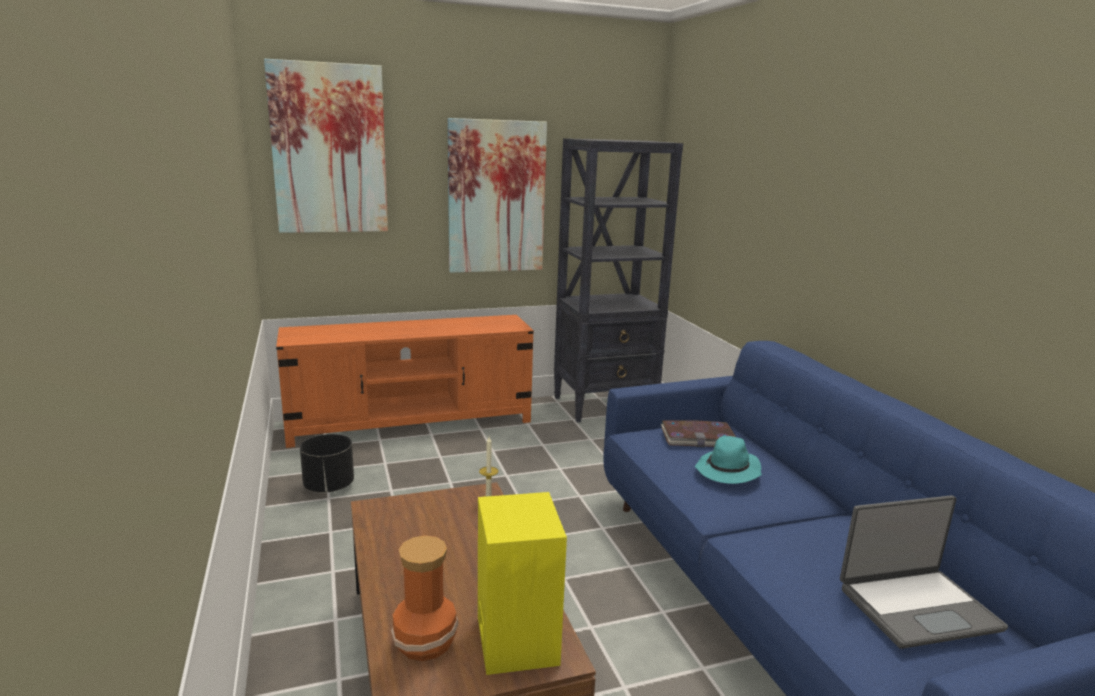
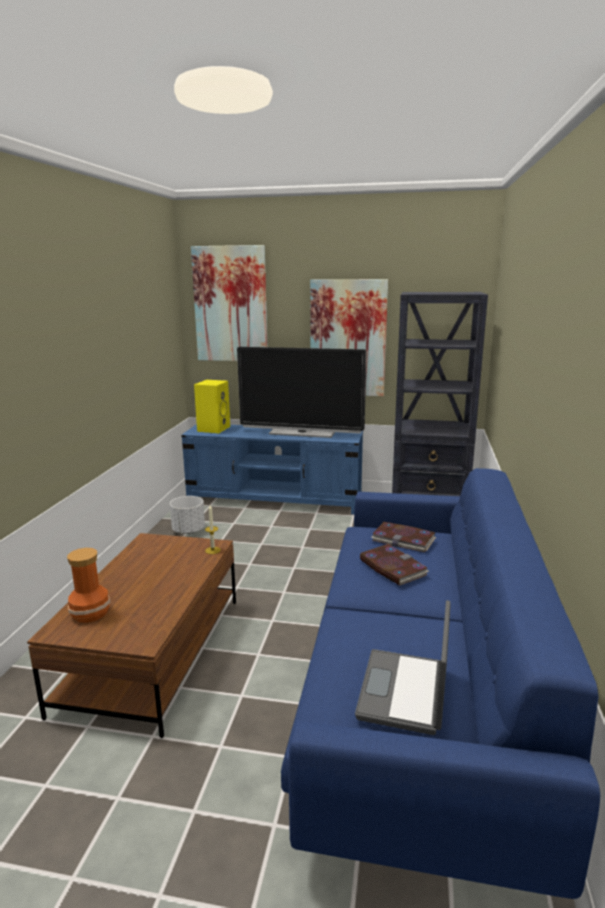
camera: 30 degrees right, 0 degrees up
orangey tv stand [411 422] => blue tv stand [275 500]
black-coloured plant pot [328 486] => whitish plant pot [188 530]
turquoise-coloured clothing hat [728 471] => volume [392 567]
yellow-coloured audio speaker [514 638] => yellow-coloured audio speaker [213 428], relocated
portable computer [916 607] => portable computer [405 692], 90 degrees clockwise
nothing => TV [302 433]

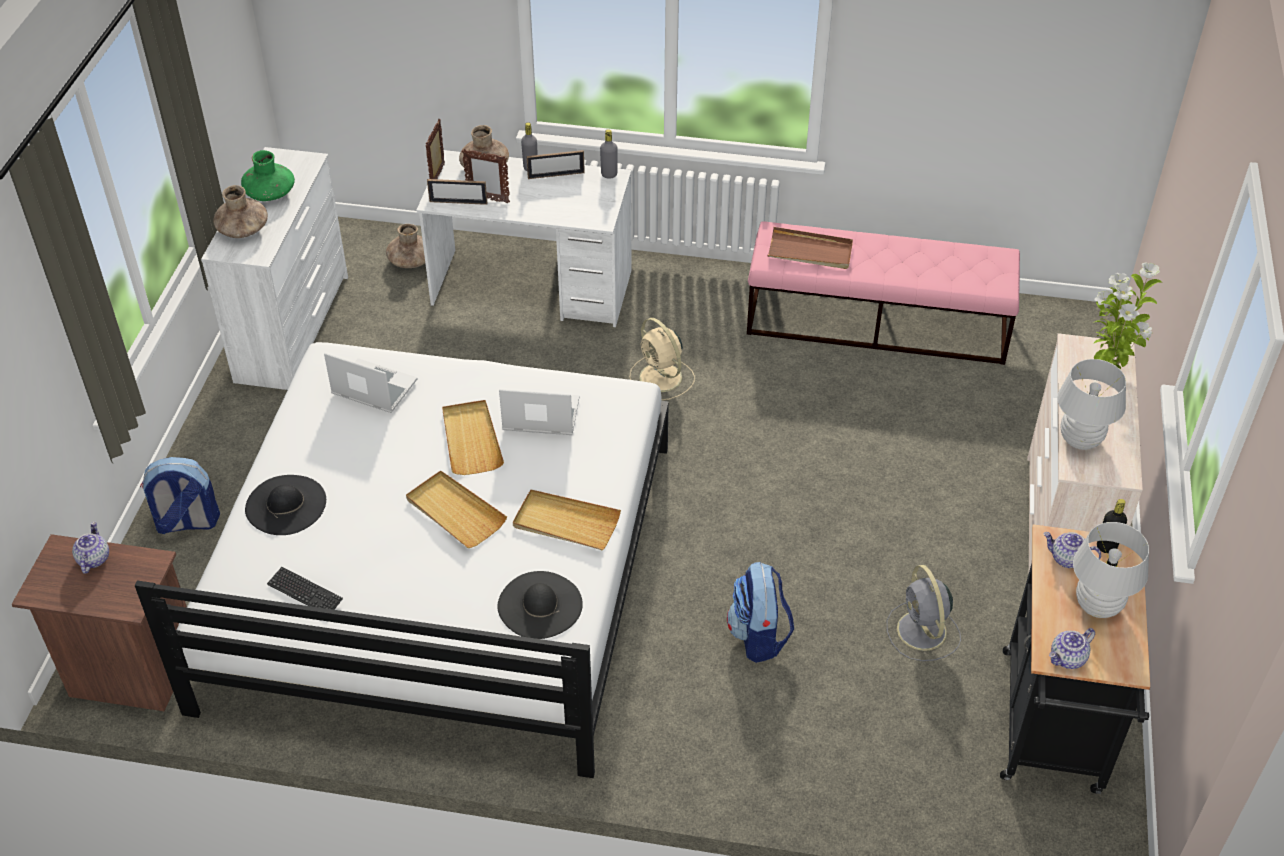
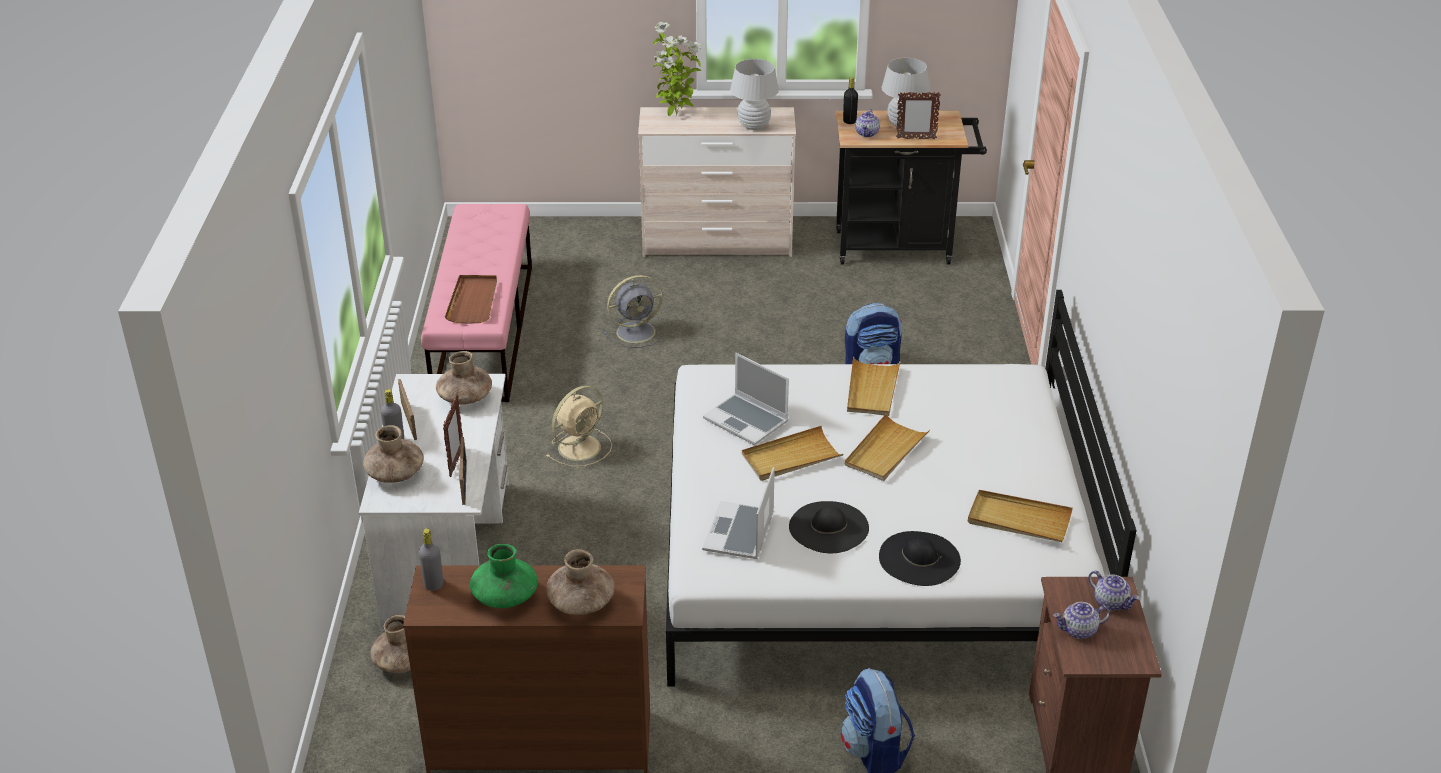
camera: 100 degrees left, 10 degrees down
picture frame [438 177] => picture frame [915 138], relocated
greyish drink bottle [609 174] => greyish drink bottle [433 584], relocated
whitish chest of drawers [294 329] => brown-coloured chest of drawers [540 741]
portable computer [540 416] => portable computer [747 421], 45 degrees counterclockwise
greyish cooling fan [922 632] => greyish cooling fan [637 331], relocated
computer keyboard [305 592] => beige-coloured carrying tray [1018 520]
black-coloured clothing hat [540 605] => black-coloured clothing hat [828 527], relocated
pot for tea [1068 658] => pot for tea [1111 602], relocated
nothing => brown-coloured decorative vase [465 397]

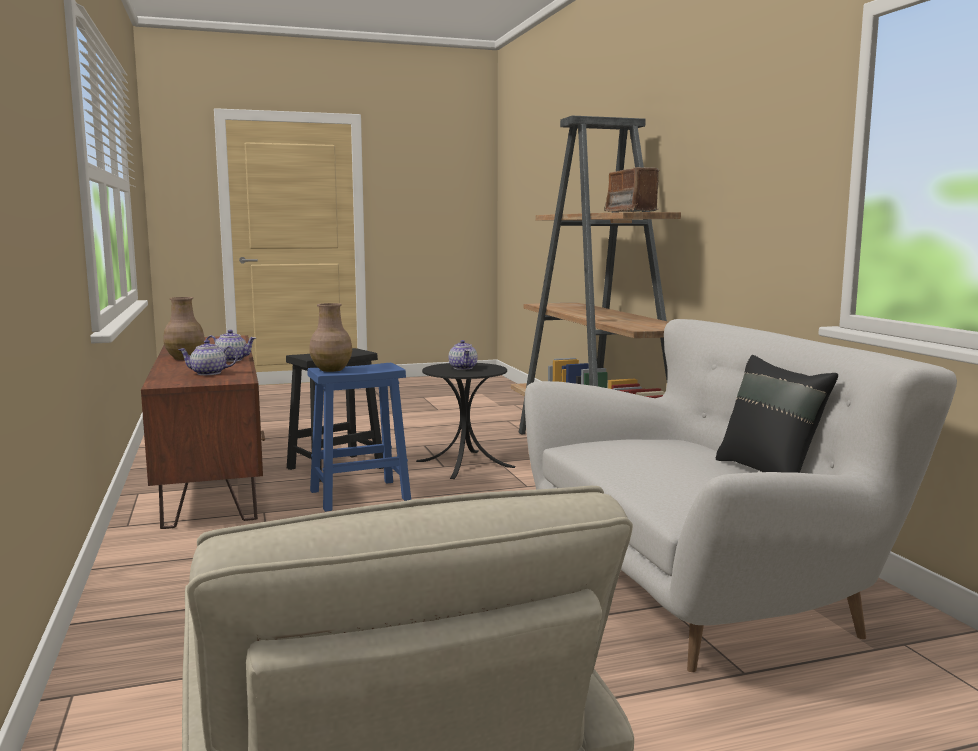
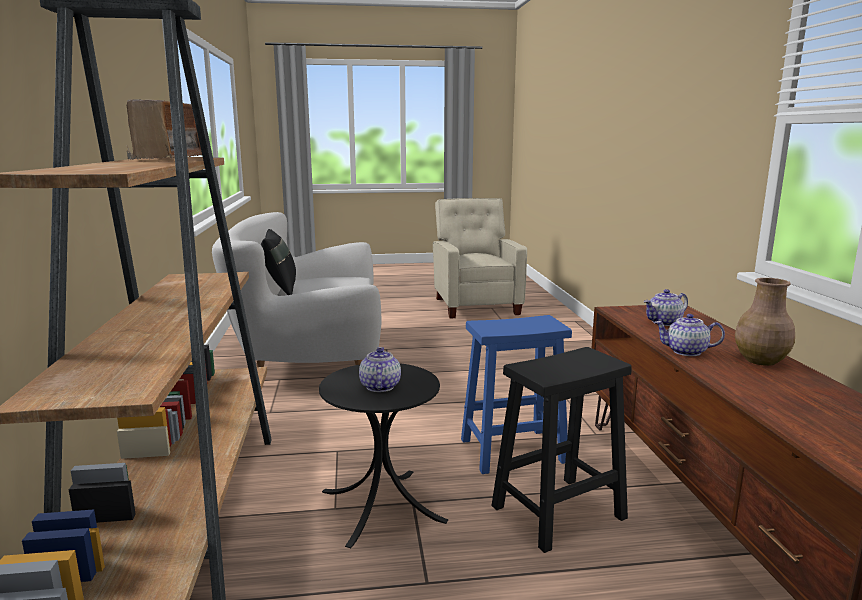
camera: 170 degrees left, 5 degrees up
brown-coloured decorative vase [331 369] => nothing
pot for tea [208 373] => pot for tea [664 322], 150 degrees clockwise

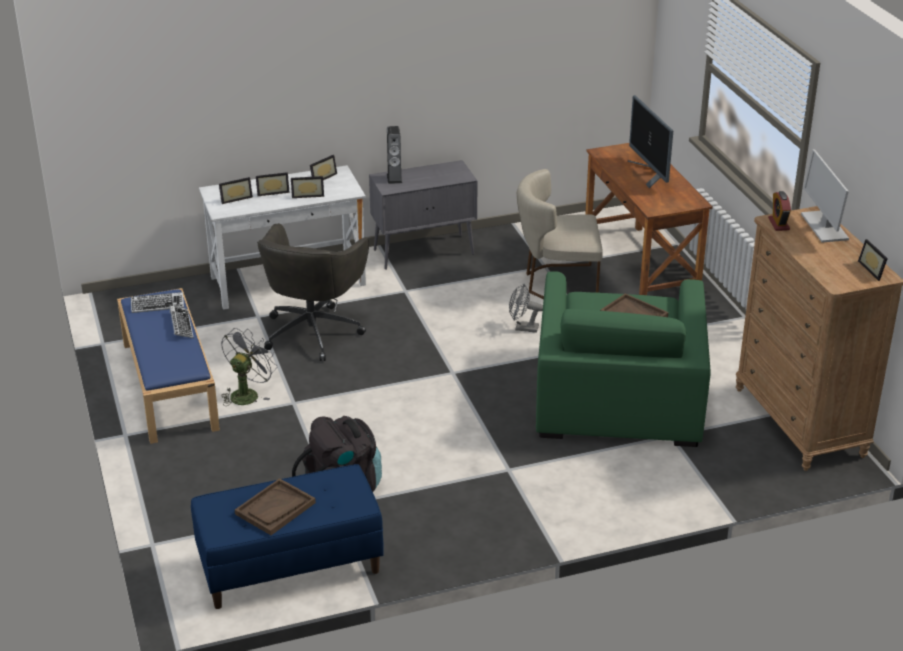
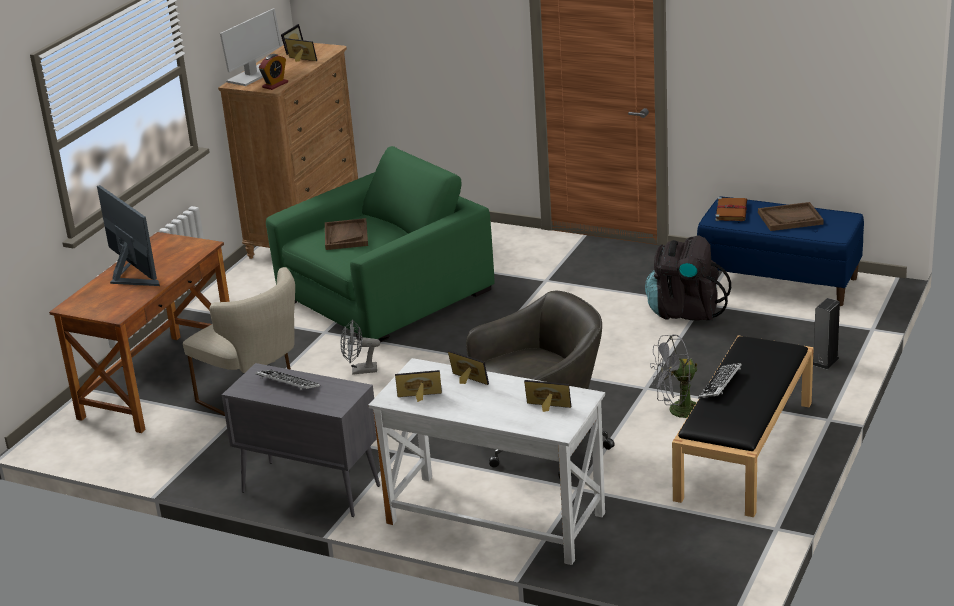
camera: 135 degrees left, 5 degrees down
monitor [650 174] => monitor [131 276], 60 degrees counterclockwise
audio speaker [394 178] => audio speaker [825 361], relocated
picture frame [272 192] => picture frame [300 60], relocated
greyish cooling fan [522 328] => greyish cooling fan [360 371], 120 degrees clockwise
blue bench [168 385] => black-coloured bench [745 451]
computer keyboard [157 305] => computer keyboard [287 384], relocated
nothing => brown-coloured volume [731 211]

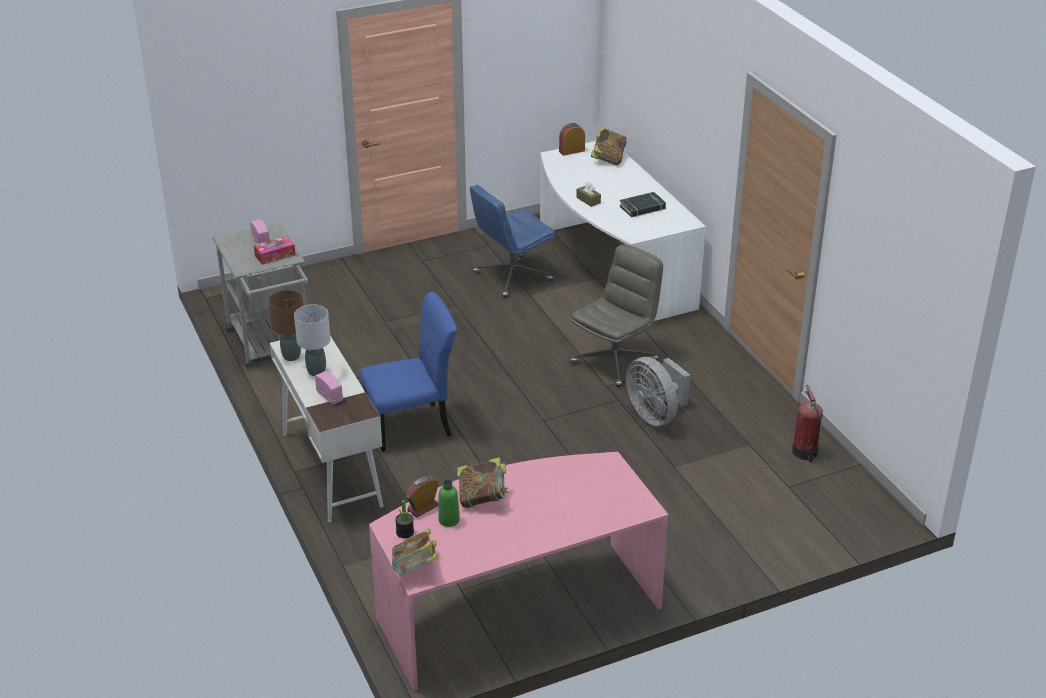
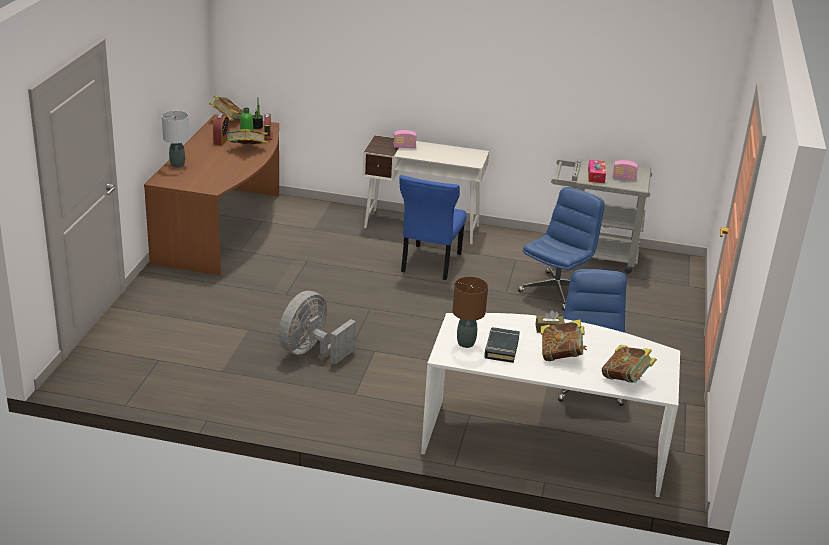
camera: 125 degrees right, 5 degrees down
alarm clock [571 151] => alarm clock [221 140], relocated
greyish office chair [615 361] => nothing
brown-coloured tabletop lamp [291 356] => brown-coloured tabletop lamp [465 343], relocated
greyish tabletop lamp [316 371] => greyish tabletop lamp [177 165], relocated
greyish cooling fan [655 415] => greyish cooling fan [311 352], 60 degrees counterclockwise
extinguisher [805 453] => nothing
pink-coloured desk [516 607] => brown-coloured desk [223 228]
nothing => blue office chair [556 290]
nothing => volume [561 356]

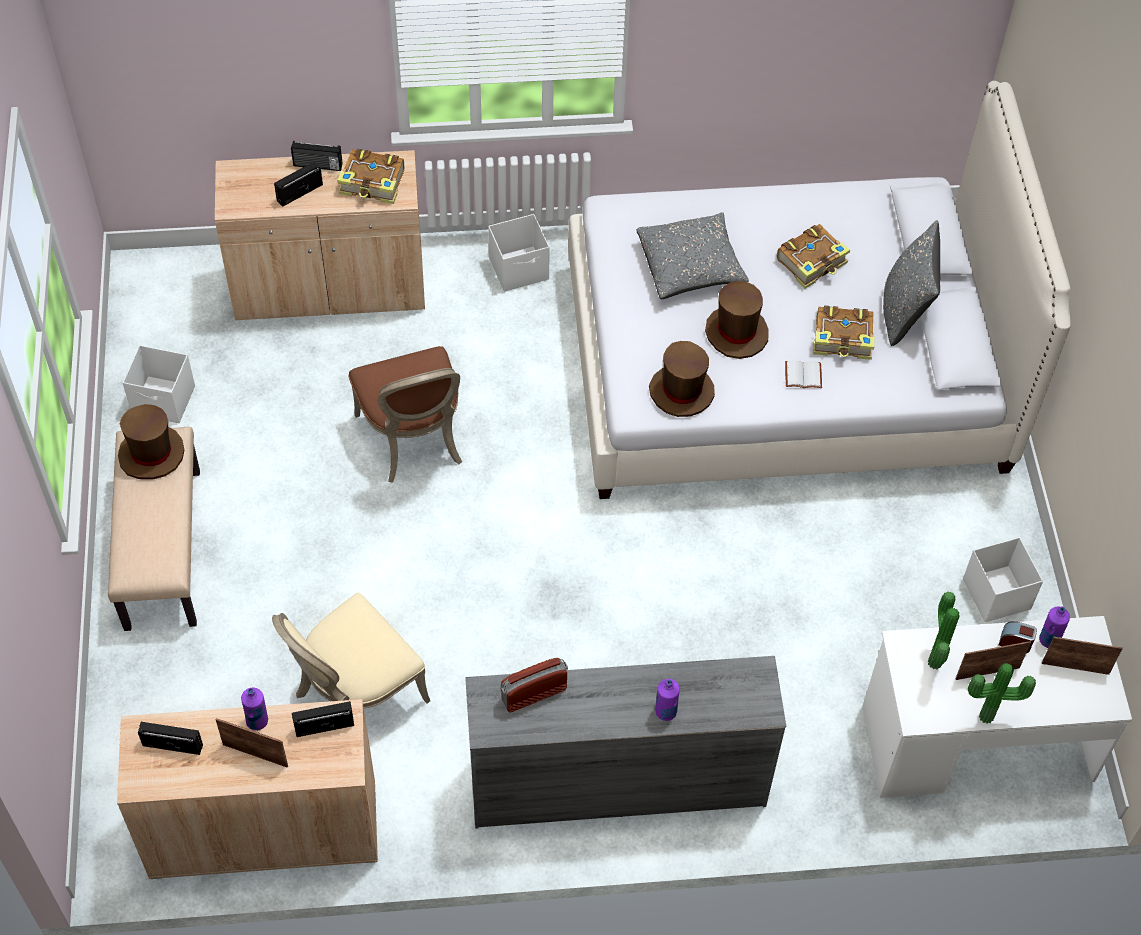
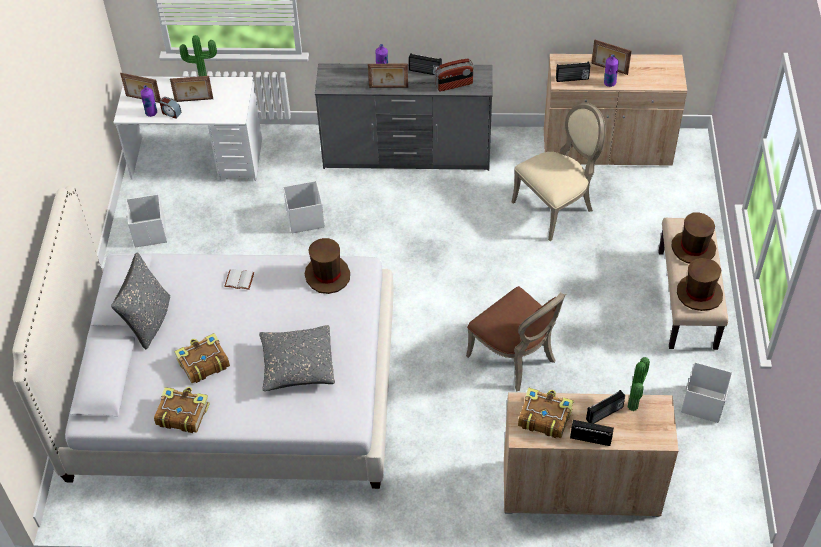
camera: 170 degrees left, 5 degrees down
whitish storage bin [520 269] => whitish storage bin [304 219], relocated
brown-coloured clothing hat [736 332] => brown-coloured clothing hat [693 248], relocated
volume [843 340] => volume [182 414], relocated
brown-coloured plain chair [414 441] => brown-coloured plain chair [515 358], 150 degrees clockwise
plant in a pot [931 662] => plant in a pot [634 407], relocated
radio set [173 744] => radio set [425 71], relocated
nothing => picture frame [388 88]

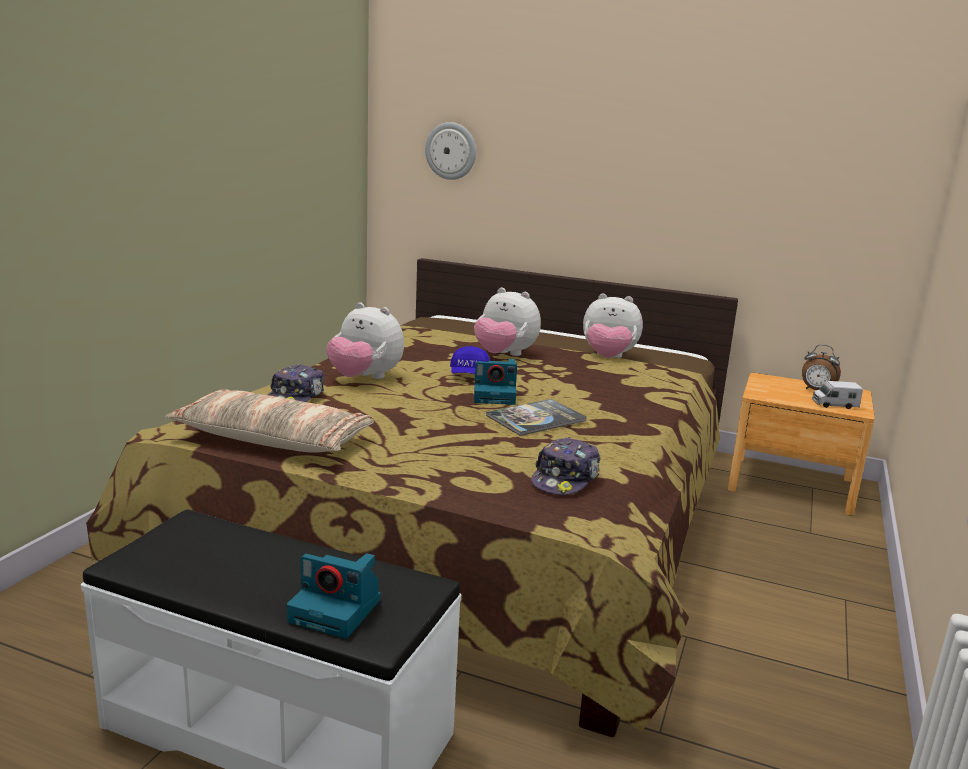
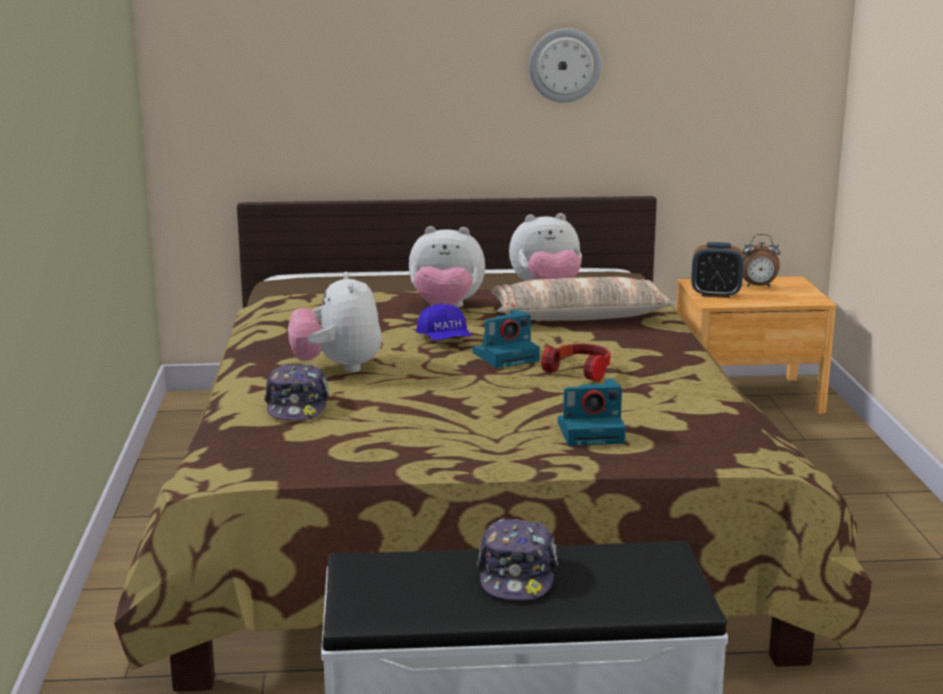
camera: 25 degrees left, 0 degrees up
wall clock [451 151] => wall clock [564 65], relocated
plush toy [365 378] => plush toy [337 367], 75 degrees clockwise
toy lorry [834 405] => nothing
pillow [273 439] => pillow [579 316], relocated
volume [536 418] => headphones [580 371]
cap [565 479] => cap [517 575], relocated
still camera [337 610] => still camera [592 432], relocated
nothing => alarm clock [715 294]

